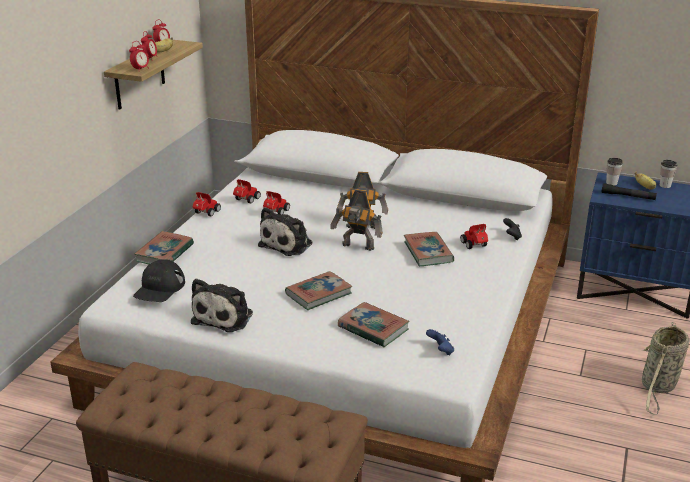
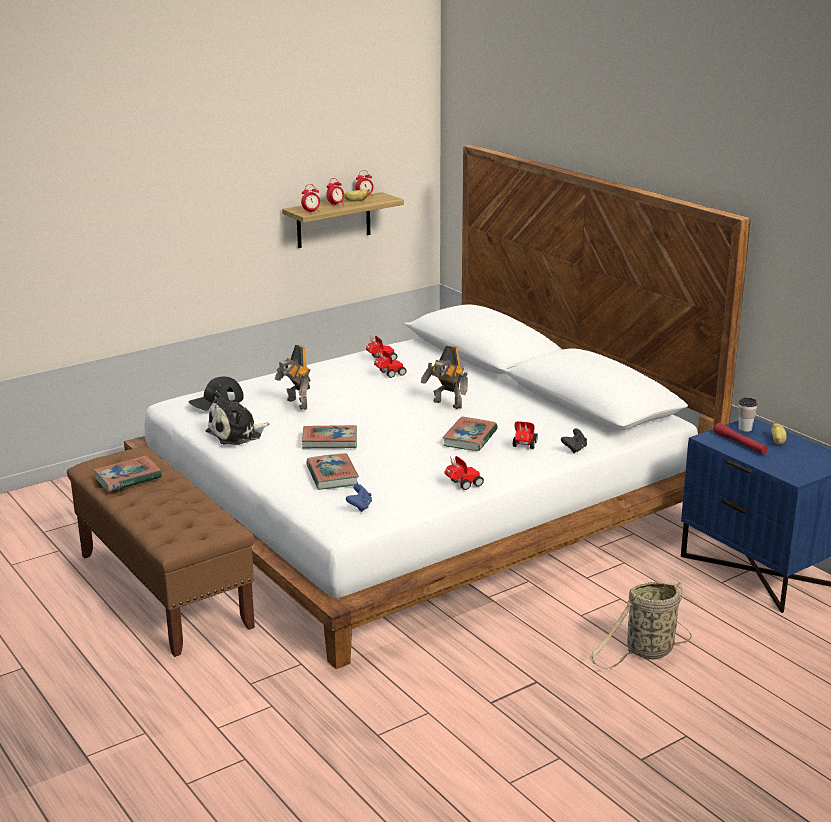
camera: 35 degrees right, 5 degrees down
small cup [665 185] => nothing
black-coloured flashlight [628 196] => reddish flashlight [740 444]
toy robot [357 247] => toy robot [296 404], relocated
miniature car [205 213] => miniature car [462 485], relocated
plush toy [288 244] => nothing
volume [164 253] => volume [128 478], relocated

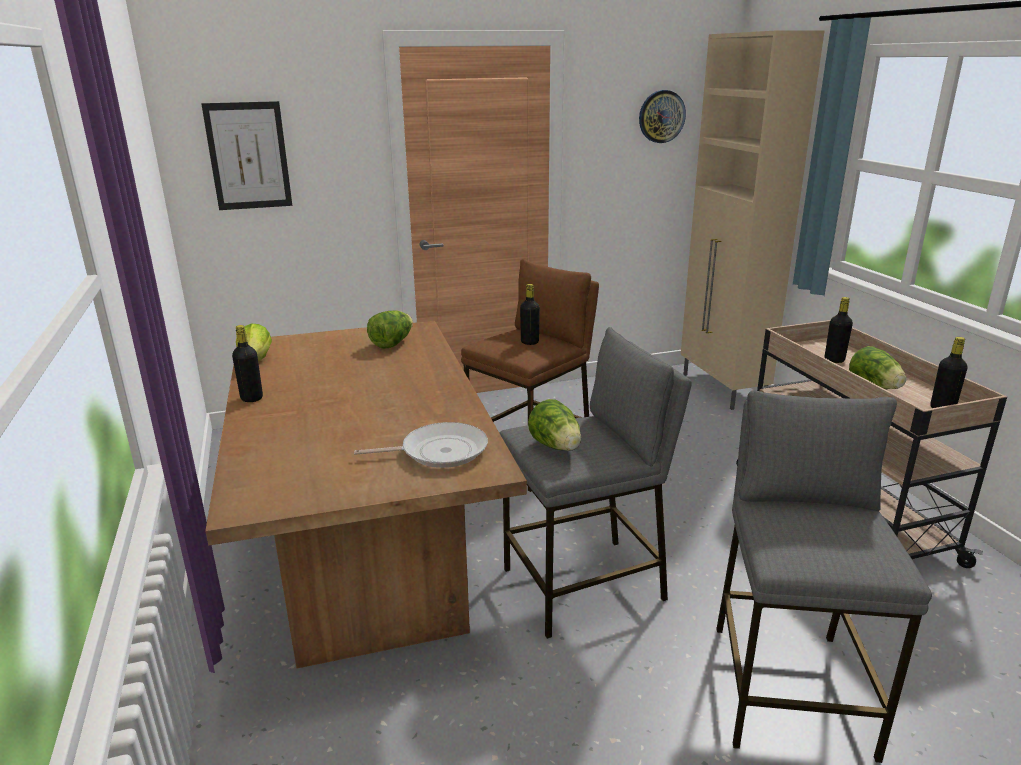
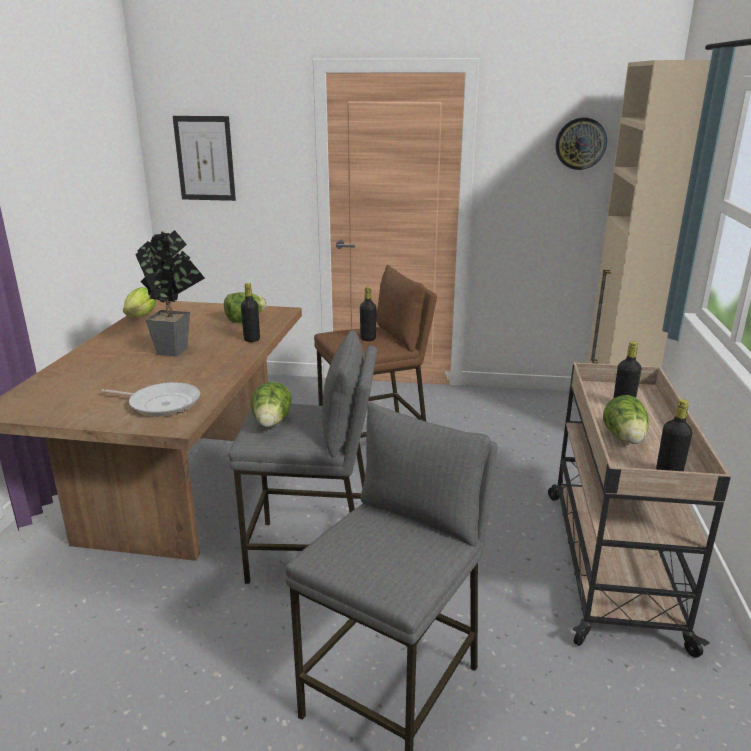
camera: 25 degrees right, 0 degrees up
black-coloured drink bottle [251 398] => black-coloured drink bottle [252 339], relocated
nothing => plant in a pot [177 349]

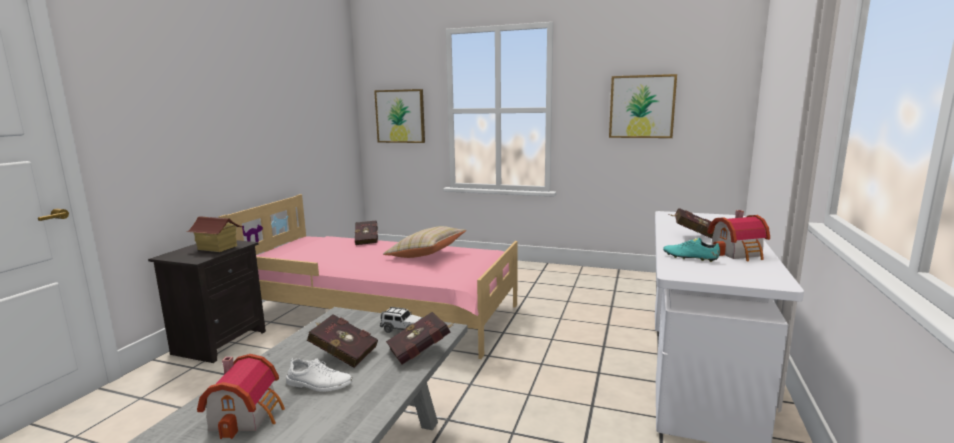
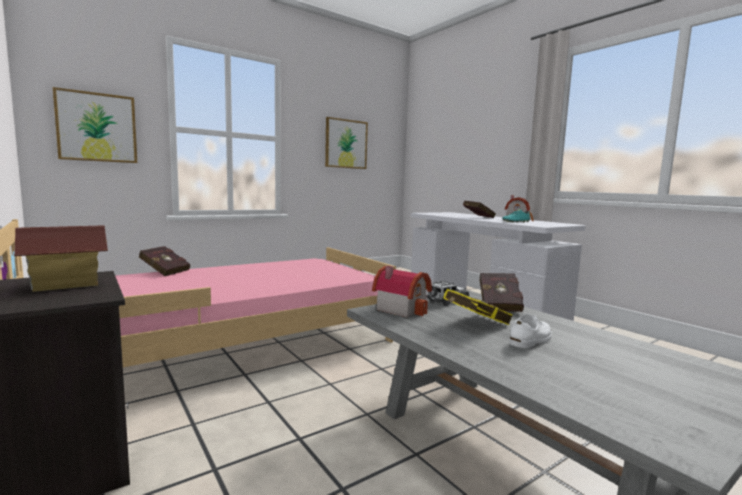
camera: 55 degrees left, 5 degrees down
beige-coloured pillow [426 254] => nothing
reddish volume [342 354] => yellow-coloured volume [473 323]
toy house [248 415] => toy house [401 308], relocated

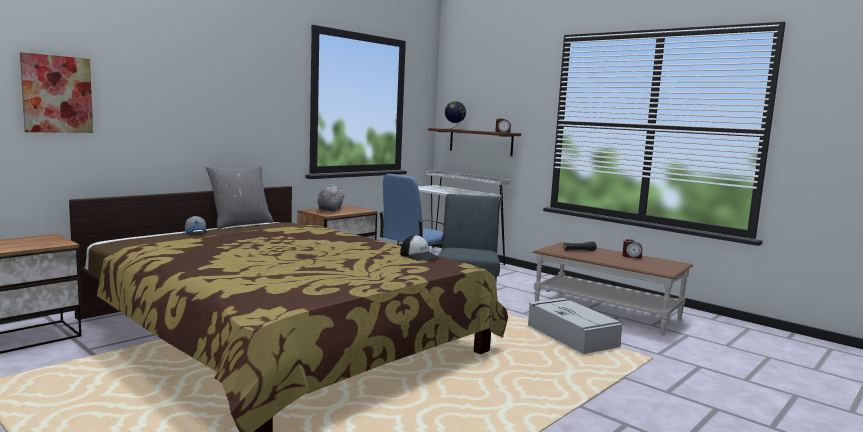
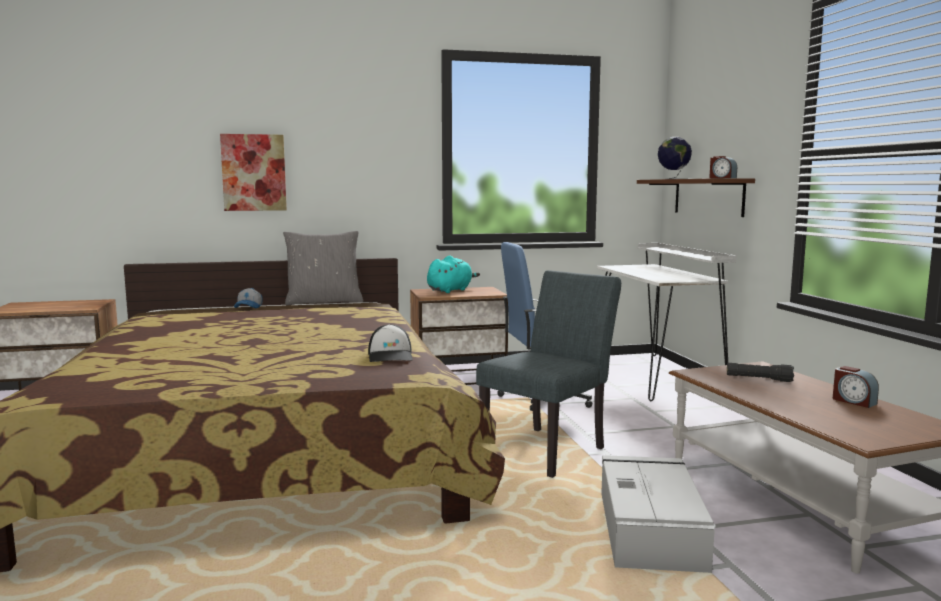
camera: 35 degrees right, 0 degrees up
picture [57 94] => picture [254 172], relocated
greyish plush toy [330 209] => turquoise-coloured plush toy [450 290]

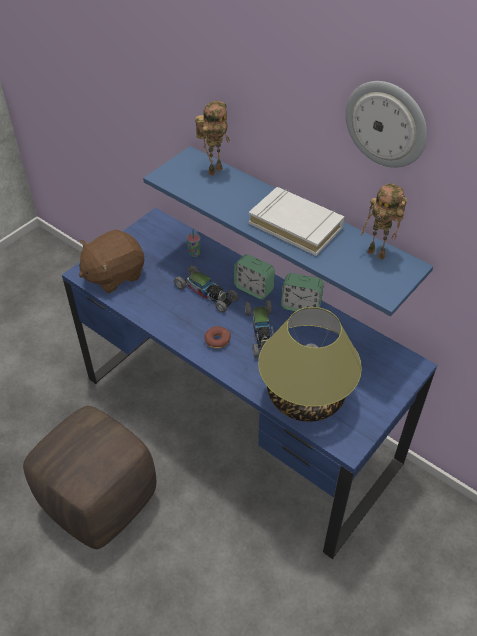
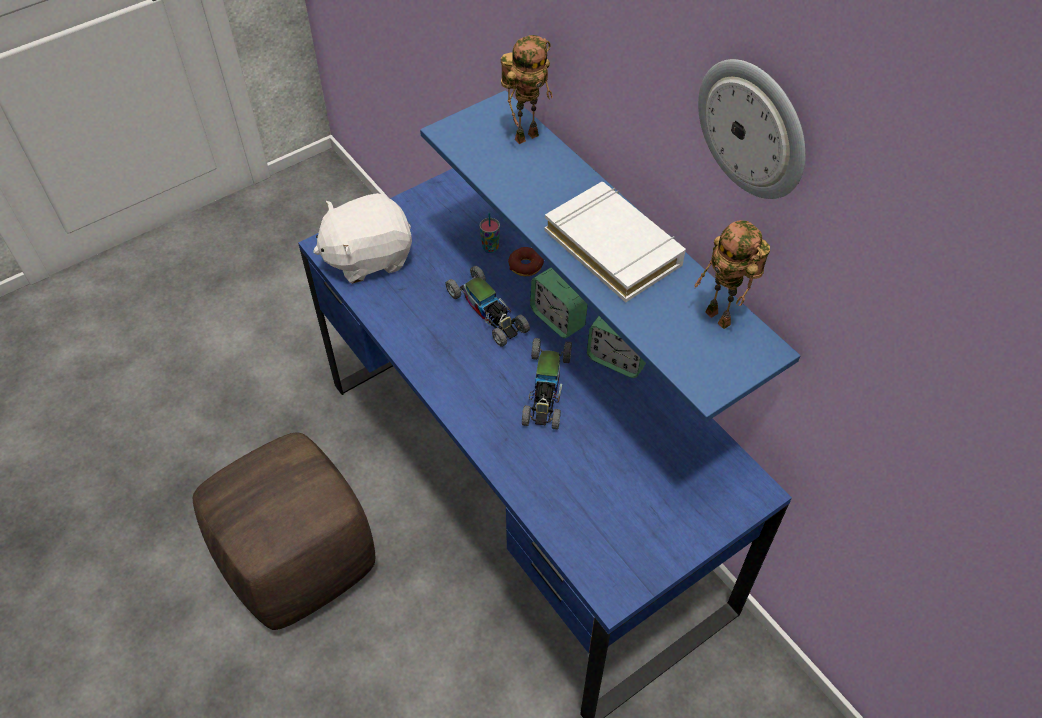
camera: 15 degrees right, 5 degrees up
brown-coloured plush toy [114 275] => whitish plush toy [368 257]
tabletop lamp [306 397] => nothing
doughnut [217 340] => doughnut [525 266], relocated

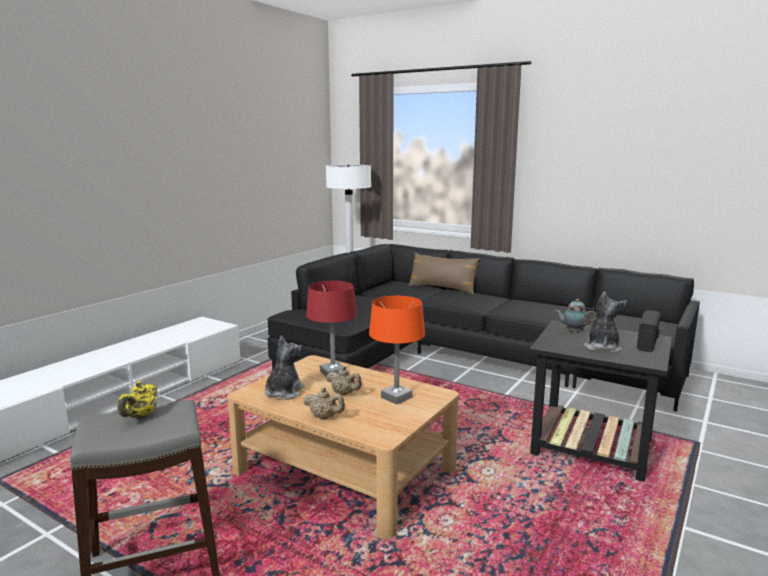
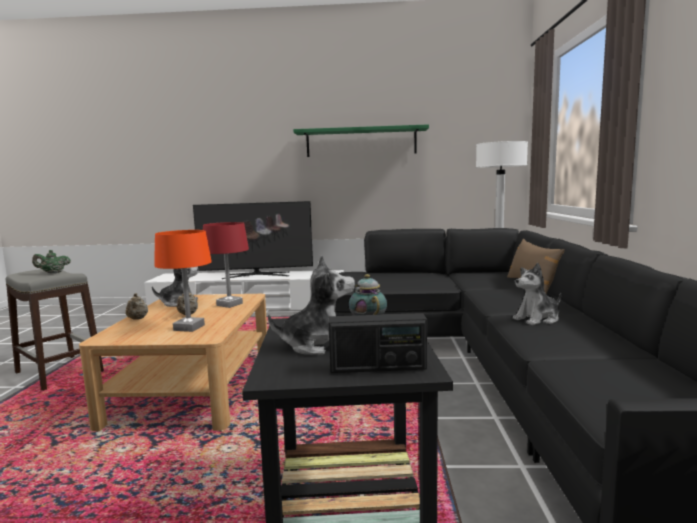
camera: 60 degrees right, 5 degrees down
yellow-coloured pot for tea [140 417] => green pot for tea [53 273]
nothing => green wall shelf [361 142]
nothing => TV [256 275]
nothing => plush toy [537 319]

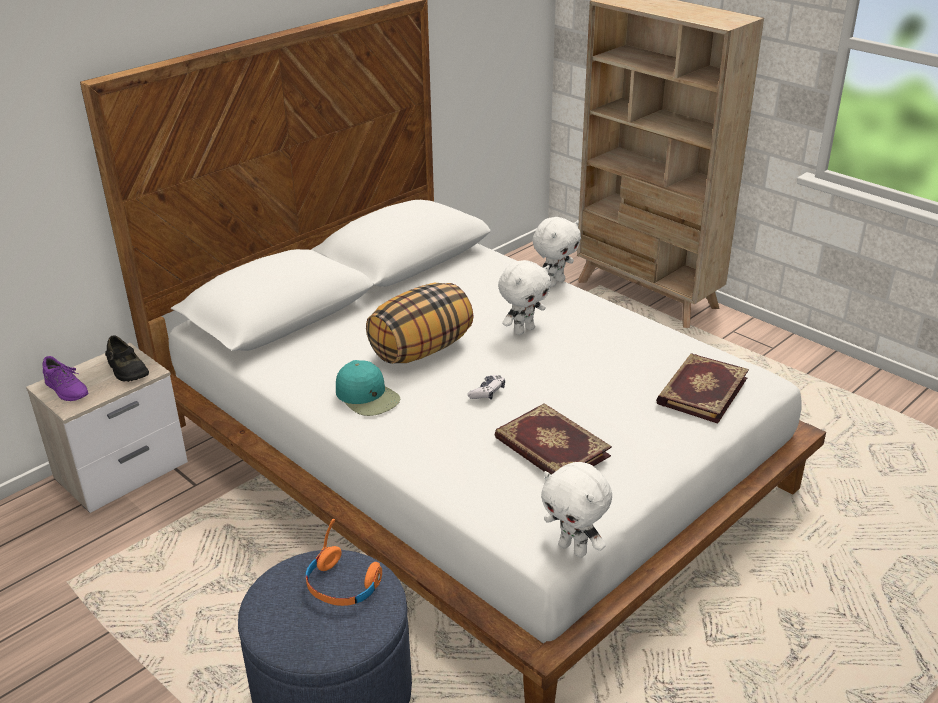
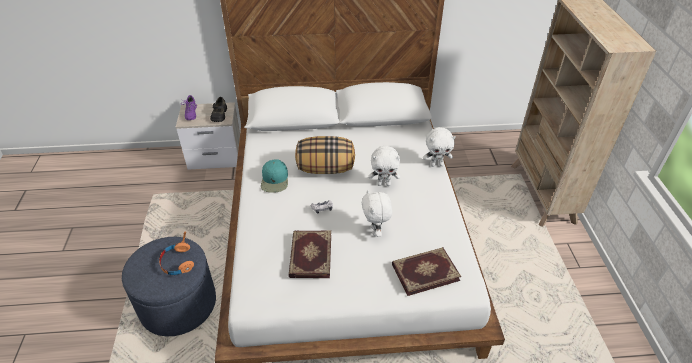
camera: 40 degrees right, 10 degrees up
whitish plush toy [574 549] => whitish plush toy [375 231], relocated

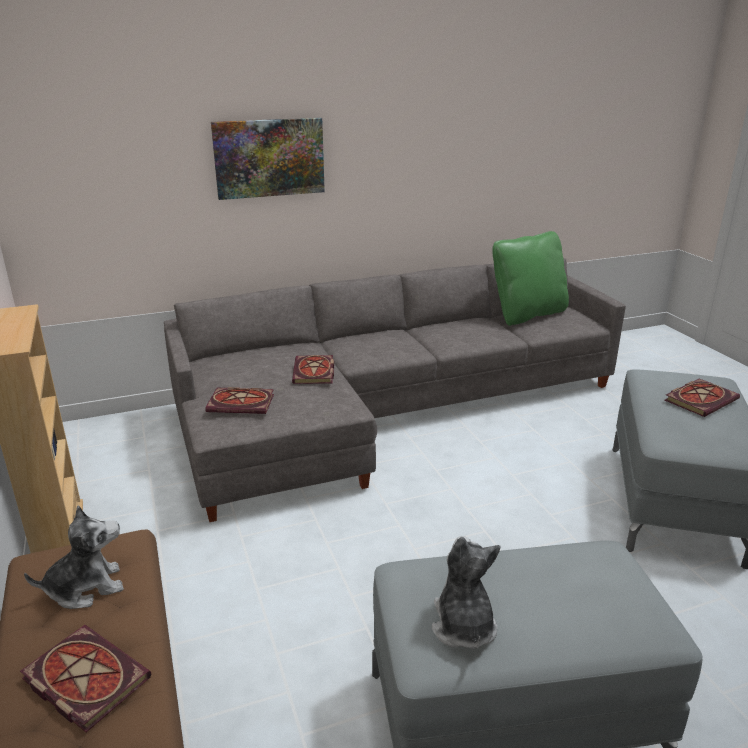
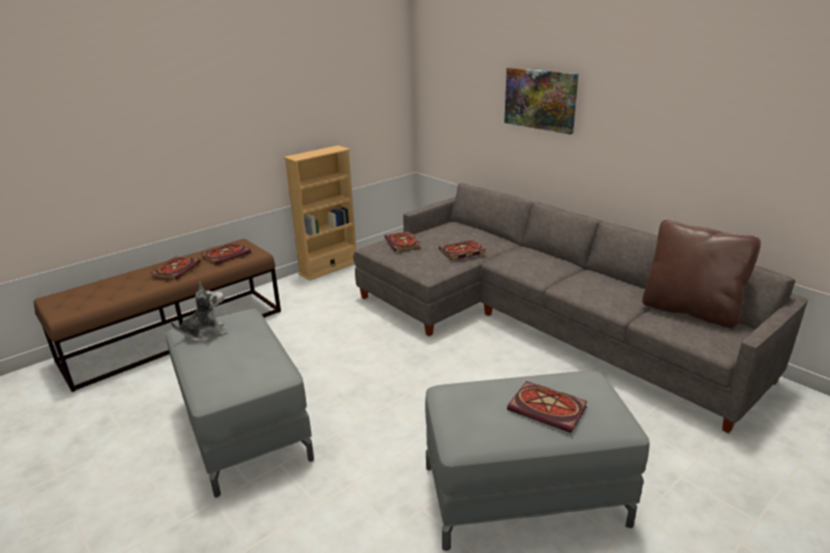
camera: 70 degrees right, 0 degrees up
green pillow [527 314] => brown-coloured pillow [690 310]
plush toy [86 587] => volume [227 255]

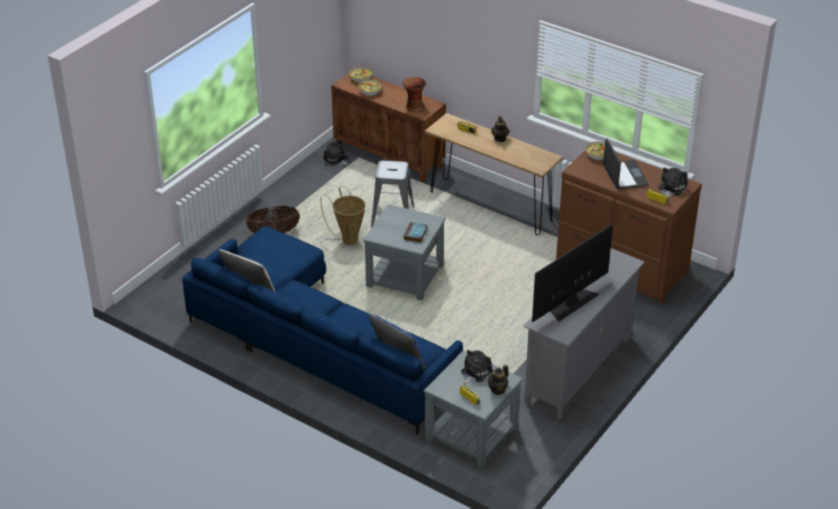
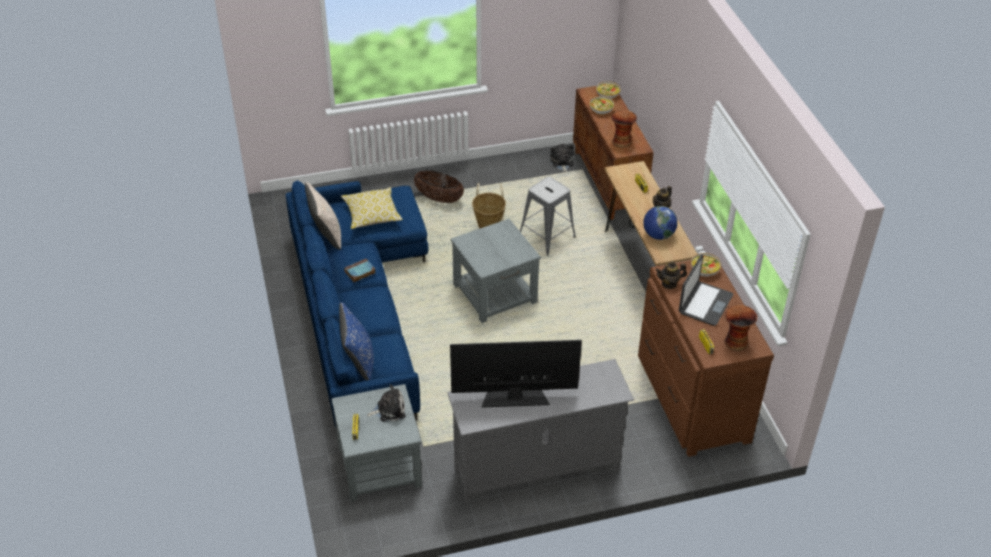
camera: 40 degrees right, 5 degrees up
plush toy [671 188] => decorative vase [735 342]
volume [415 234] => volume [359 272], relocated
pot for tea [498 389] => pot for tea [669 283], relocated
nothing => pillow [371 215]
nothing => world globe [658 235]

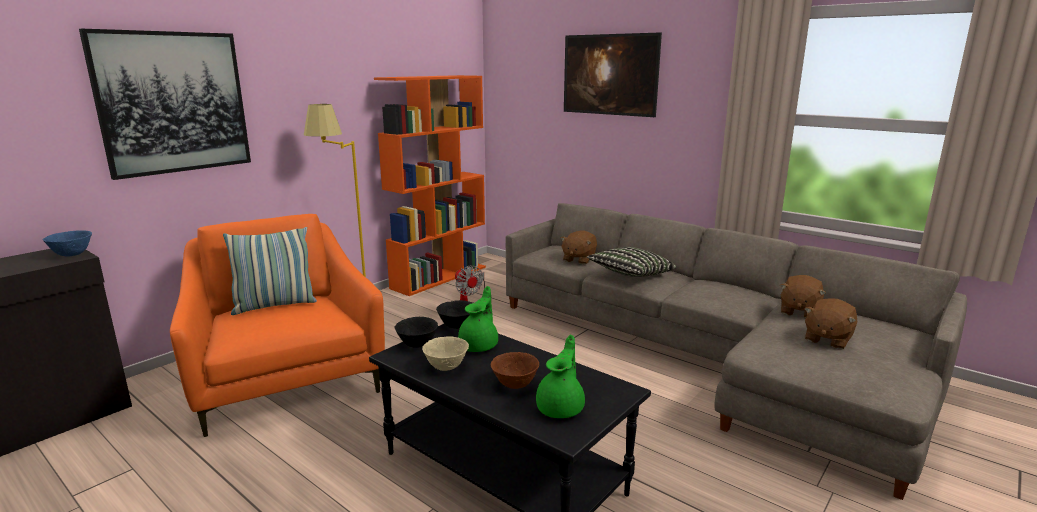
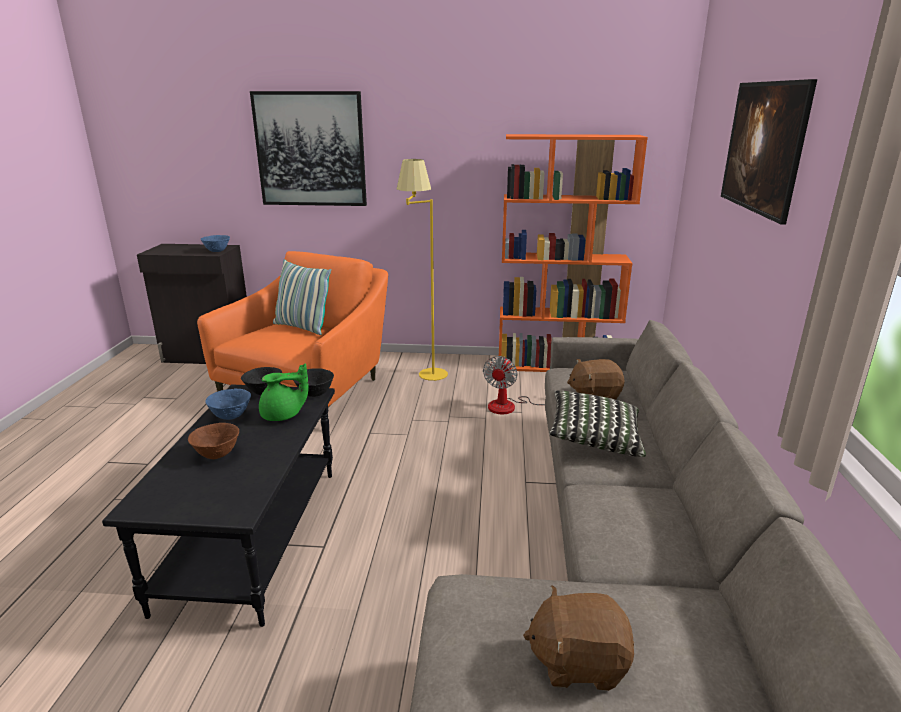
camera: 55 degrees right, 5 degrees up
brown-coloured plush toy [799 311] => nothing
green pot for tea [561 408] => nothing
beige-coloured serving bowl [446 367] => blue serving bowl [231 416]

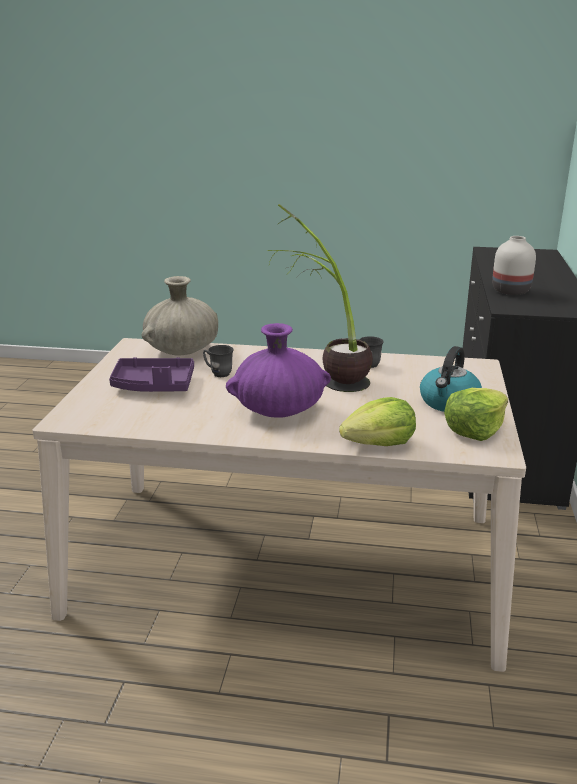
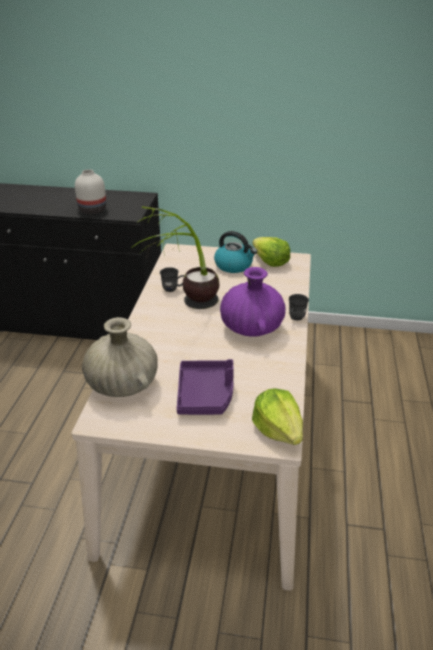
camera: 90 degrees left, 10 degrees up
greyish coffee mug [218 373] => greyish coffee mug [295 318], relocated
lettuce head [380 444] => lettuce head [278 429], relocated

